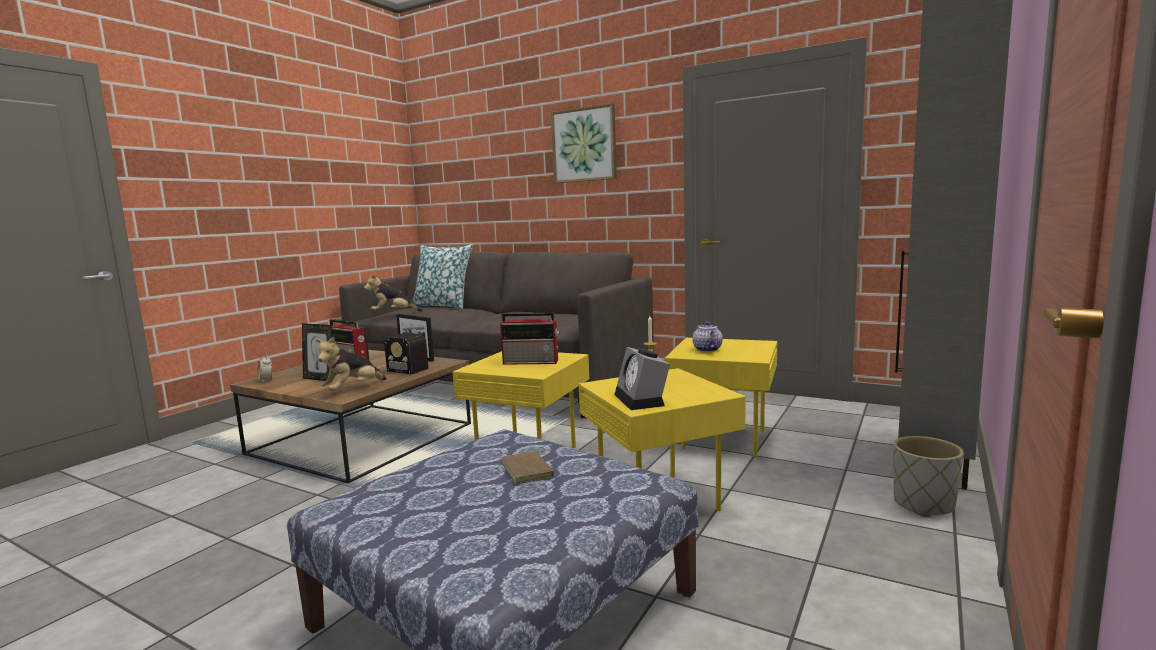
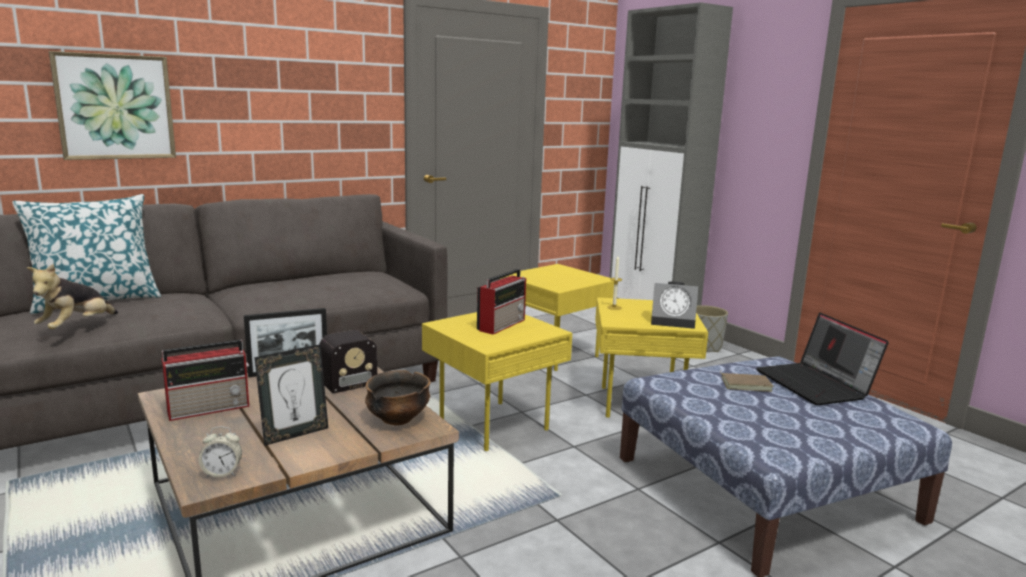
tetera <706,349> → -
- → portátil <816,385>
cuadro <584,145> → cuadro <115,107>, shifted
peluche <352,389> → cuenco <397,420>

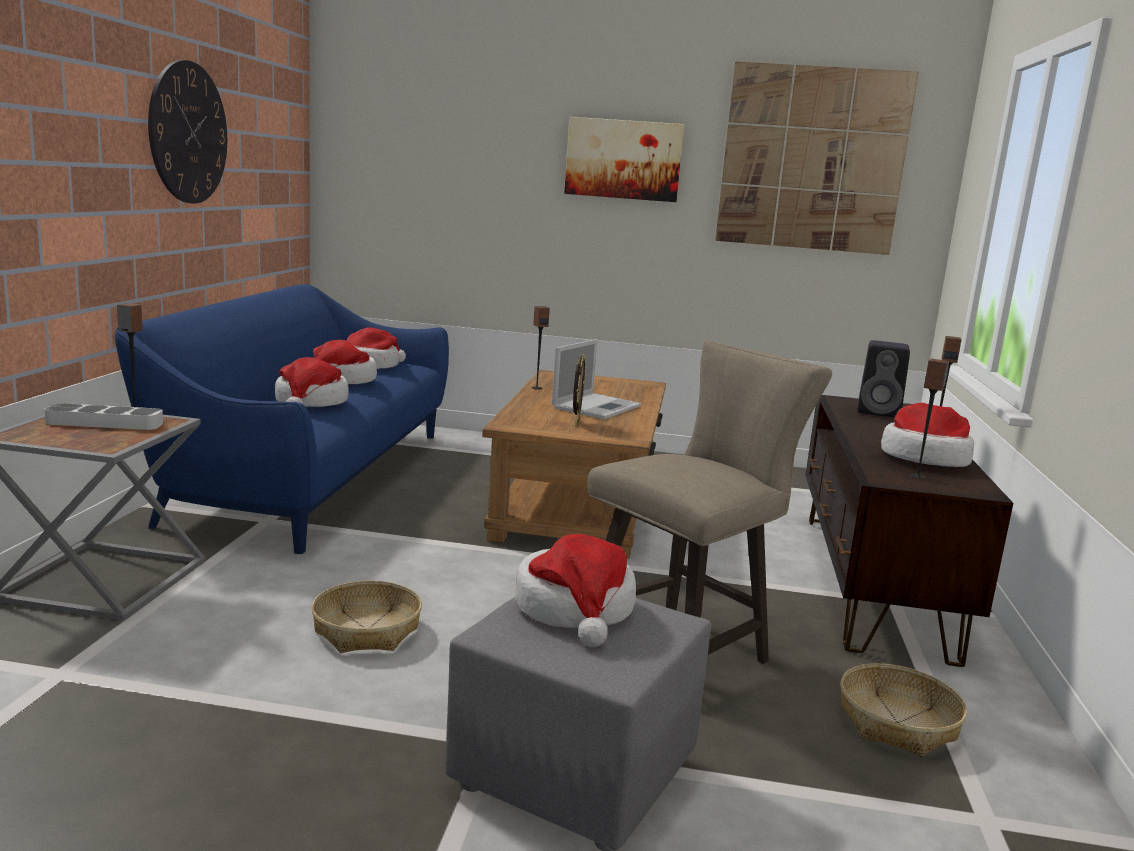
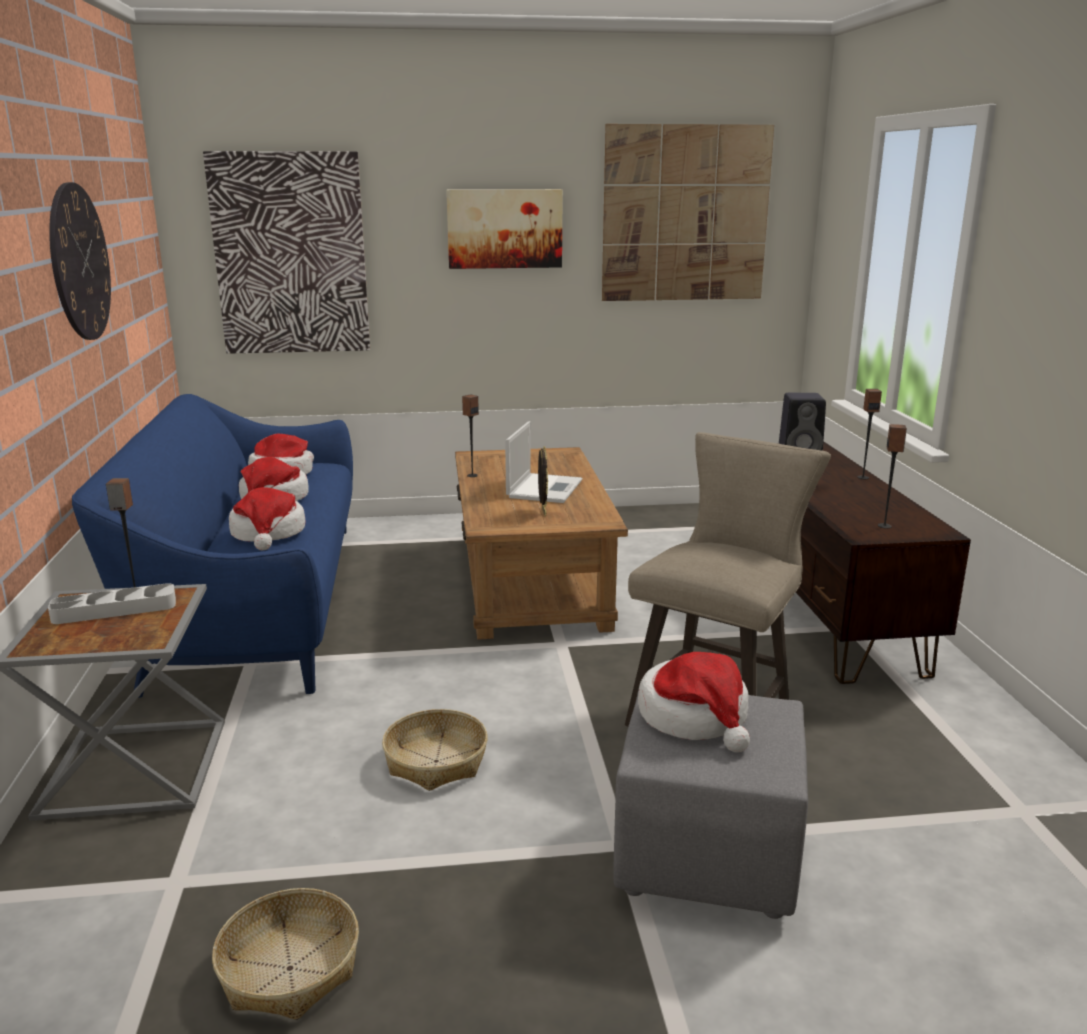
sombrero <924,458> → -
- → cuadro <291,254>
cesta <896,723> → cesta <289,968>, shifted

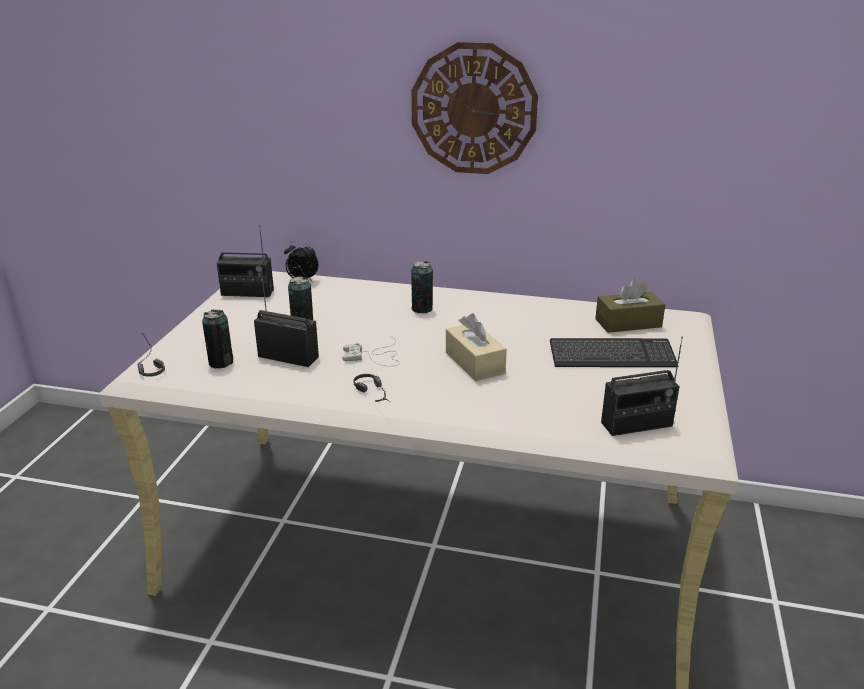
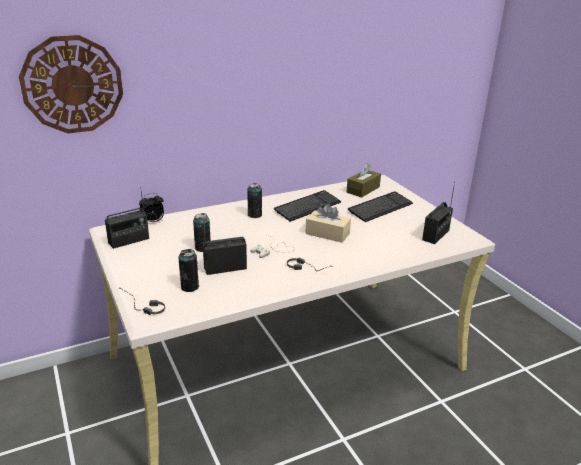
- → teclado <307,207>
reloj de pared <473,109> → reloj de pared <72,85>, shifted

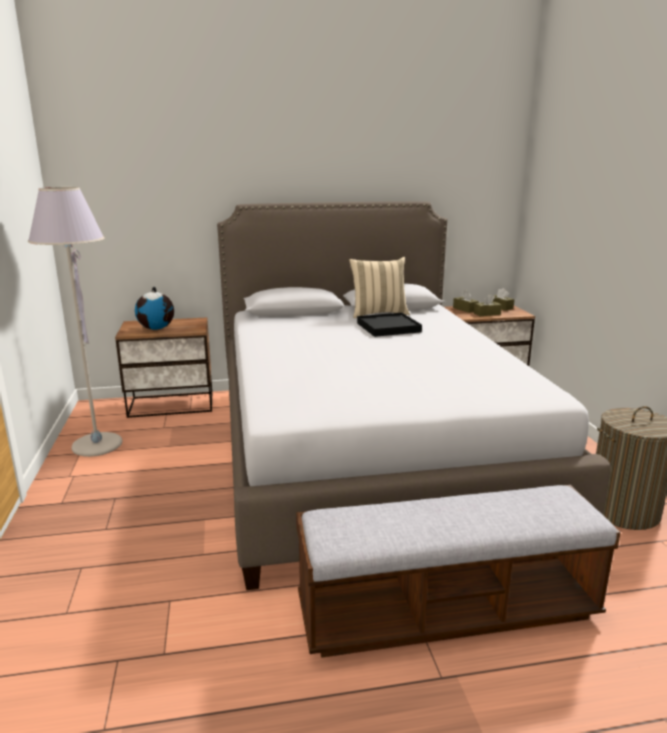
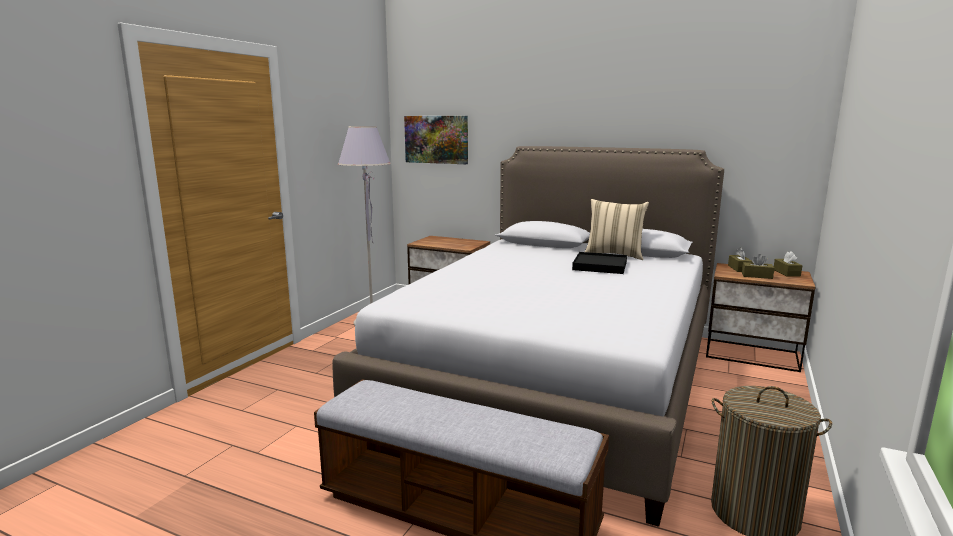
globo terráqueo <157,328> → -
- → cuadro <436,139>

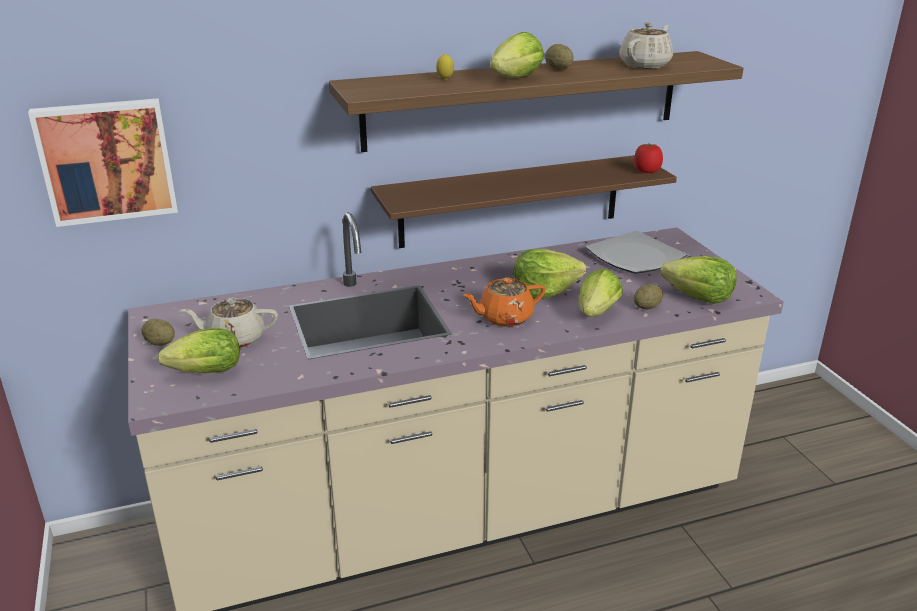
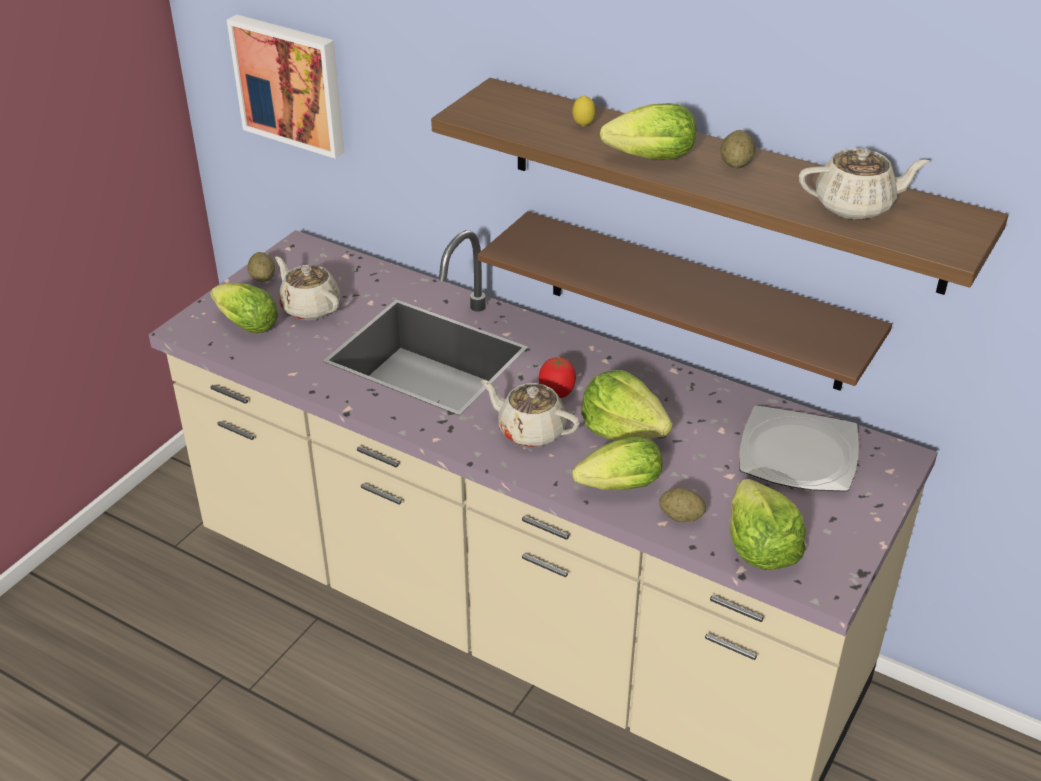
tomate <647,171> → tomate <557,392>, shifted
tetera (naranja) <504,317> → tetera (beis) <530,431>

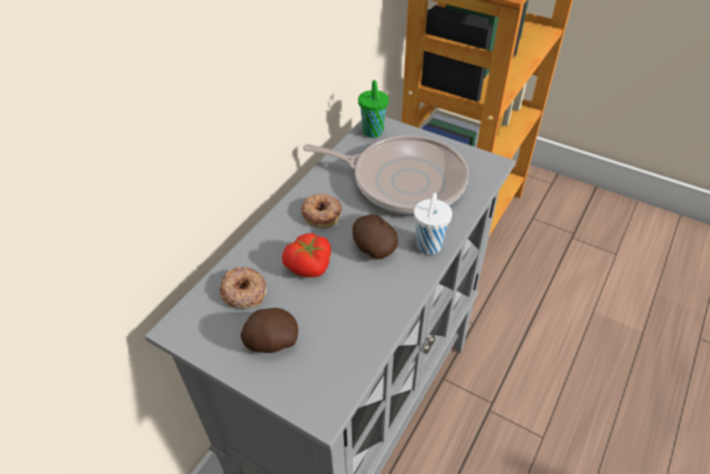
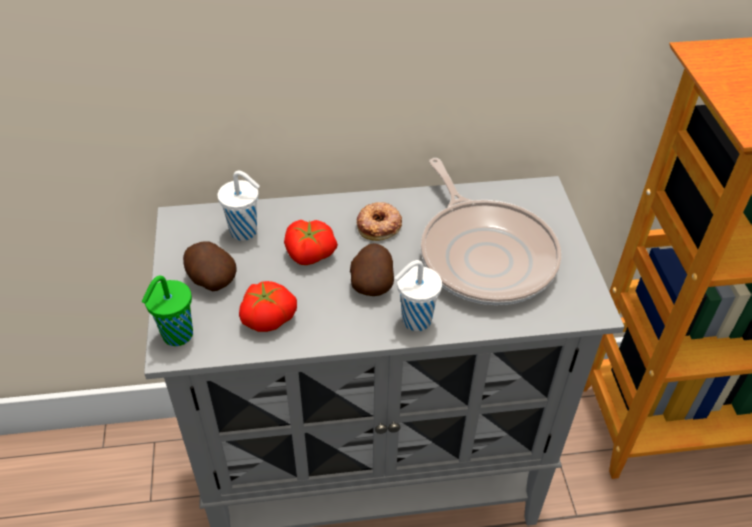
- → tomate <267,317>
taza (verde) <373,133> → taza (verde) <176,336>, shifted
rosquilla <243,292> → taza (blanco) <245,232>

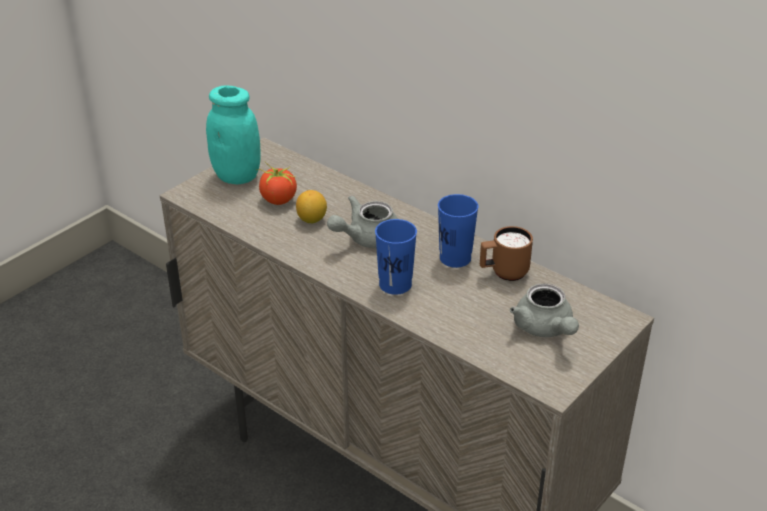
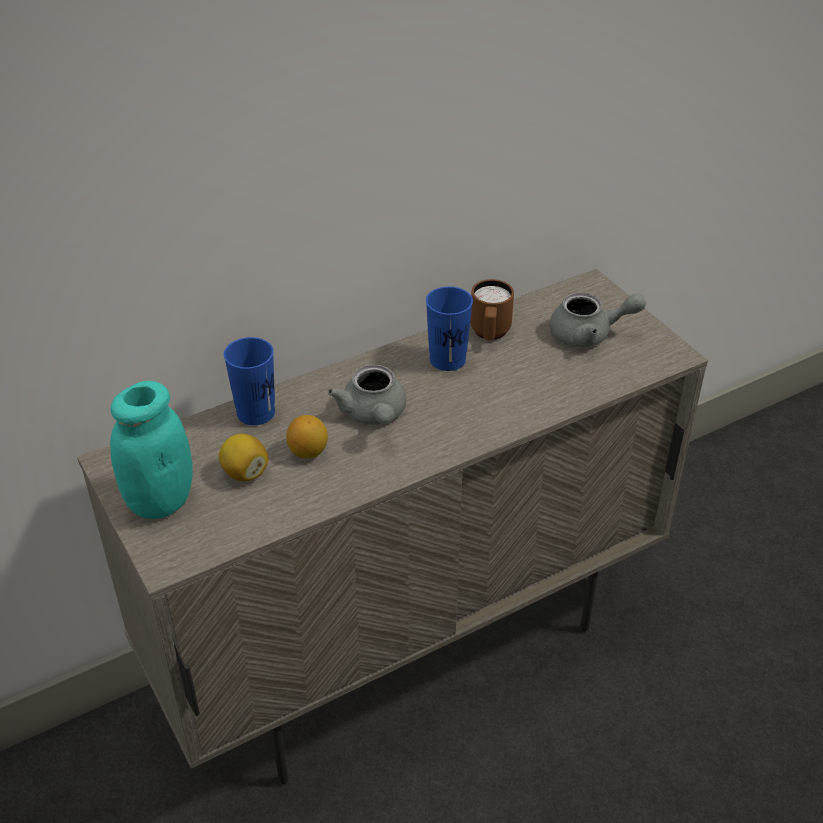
taza (azul) <395,284> → taza (azul) <256,413>, shifted
tomate <278,200> → limón <245,472>

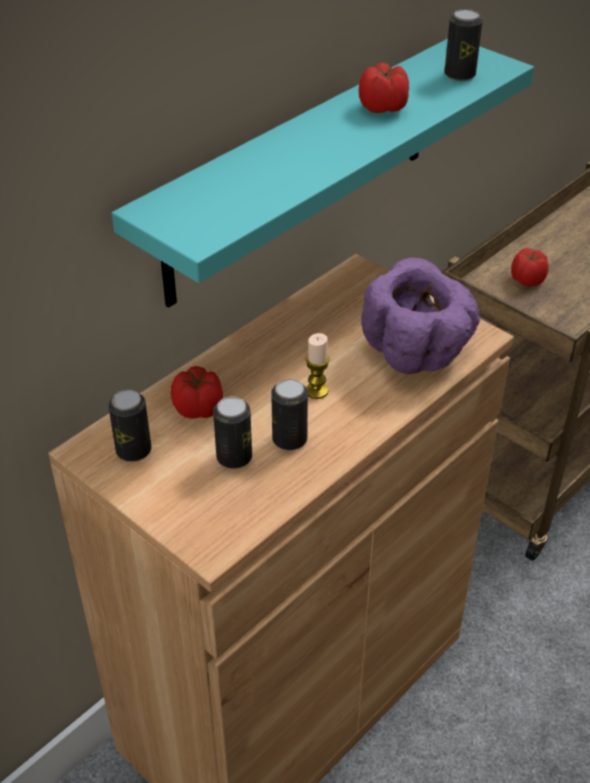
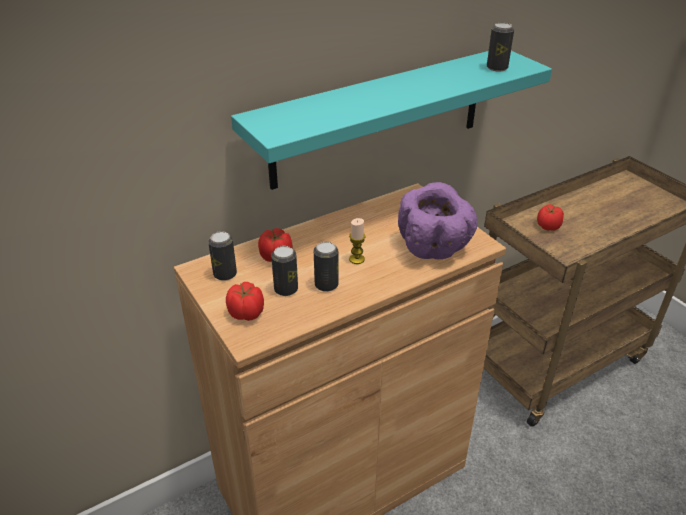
tomate <384,108> → tomate <247,314>, shifted

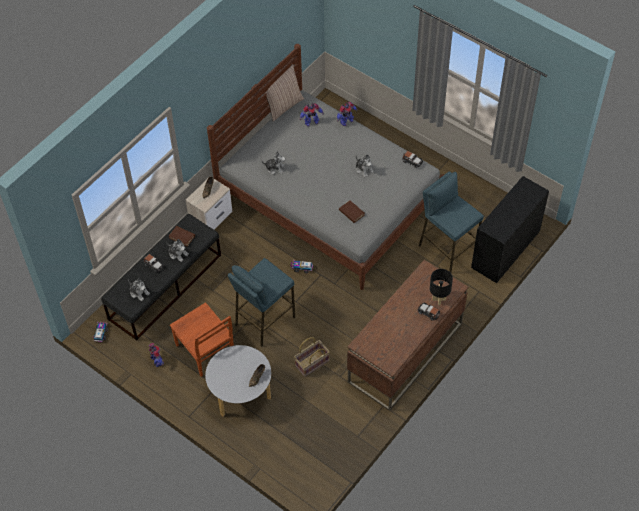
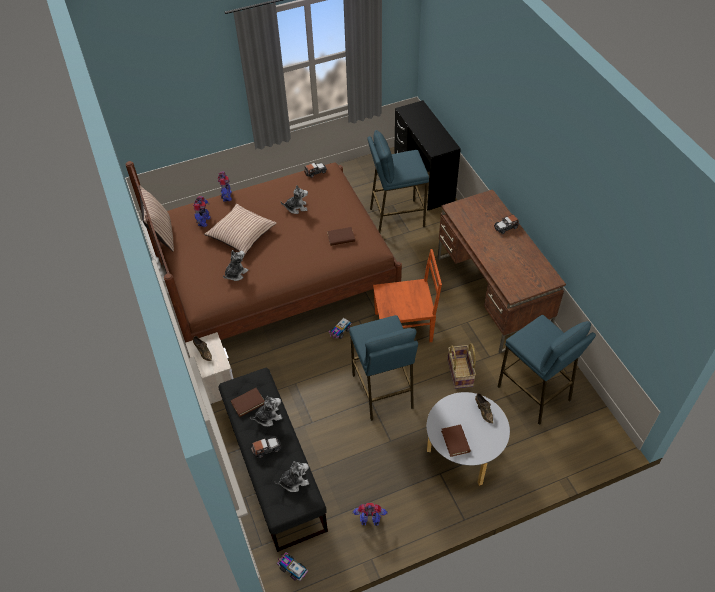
lámpara de mesa (negro) <438,299> → -
- → cojín <241,234>
- → libro (marrón) <455,441>
- → taburete (azul) <534,393>
silla (marrón) <205,351> → silla (marrón) <405,327>, shifted
cama (gris) <329,199> → cama (marrón) <275,274>

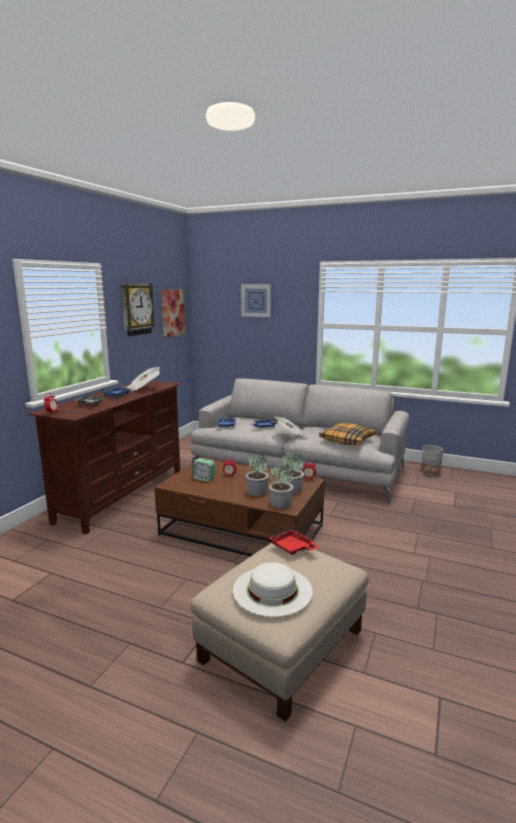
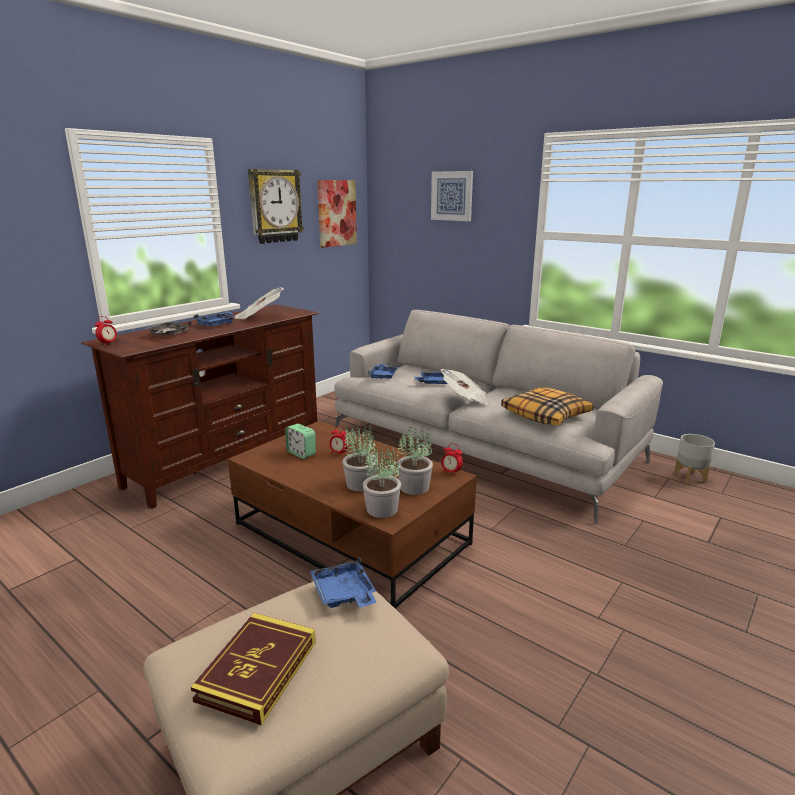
sombrero (blanco) <272,590> → libro <258,670>
bandeja (rojo) <293,548> → bandeja (azul) <344,594>

